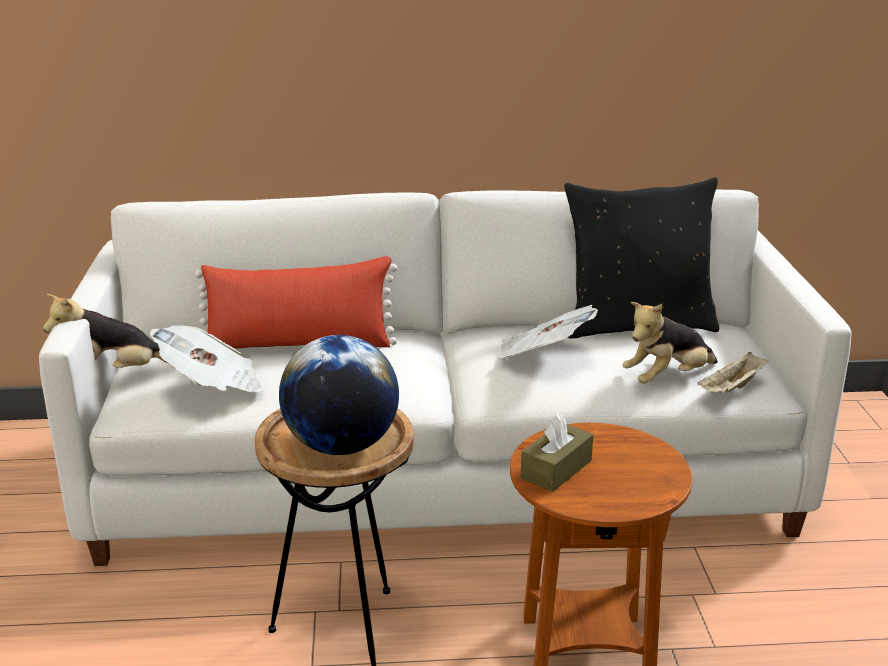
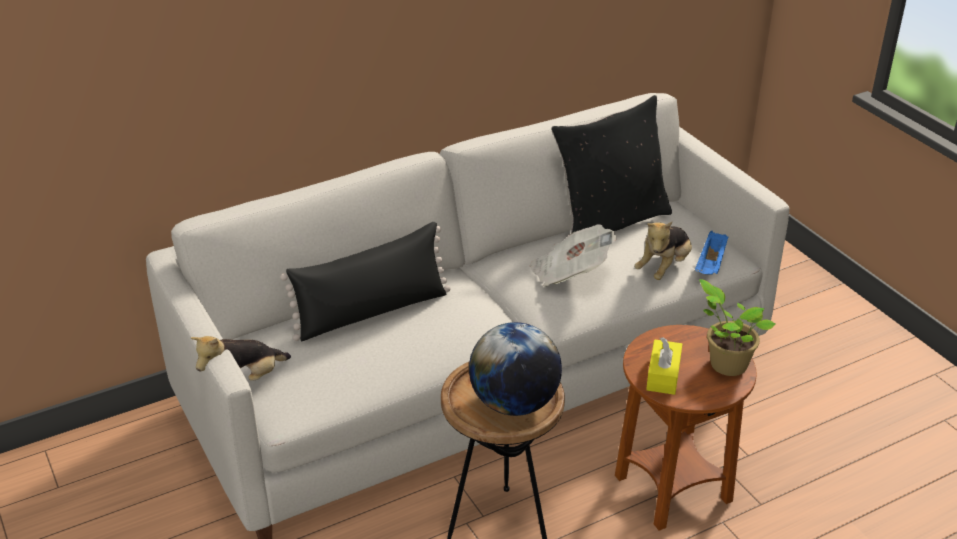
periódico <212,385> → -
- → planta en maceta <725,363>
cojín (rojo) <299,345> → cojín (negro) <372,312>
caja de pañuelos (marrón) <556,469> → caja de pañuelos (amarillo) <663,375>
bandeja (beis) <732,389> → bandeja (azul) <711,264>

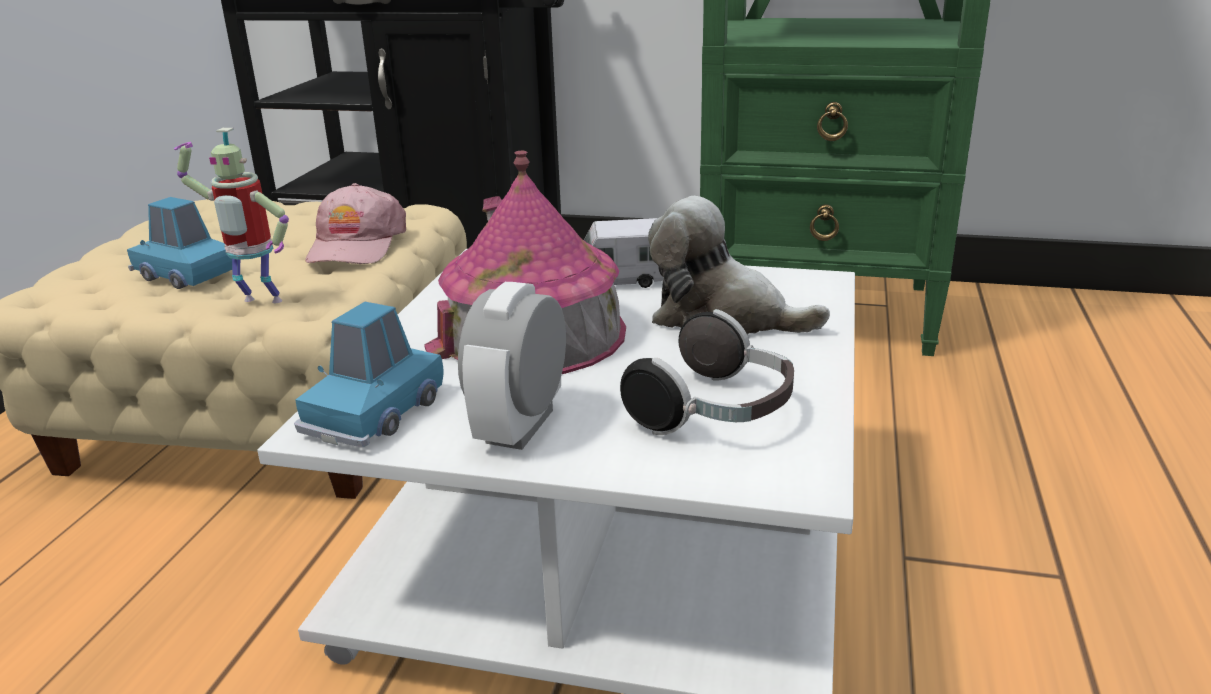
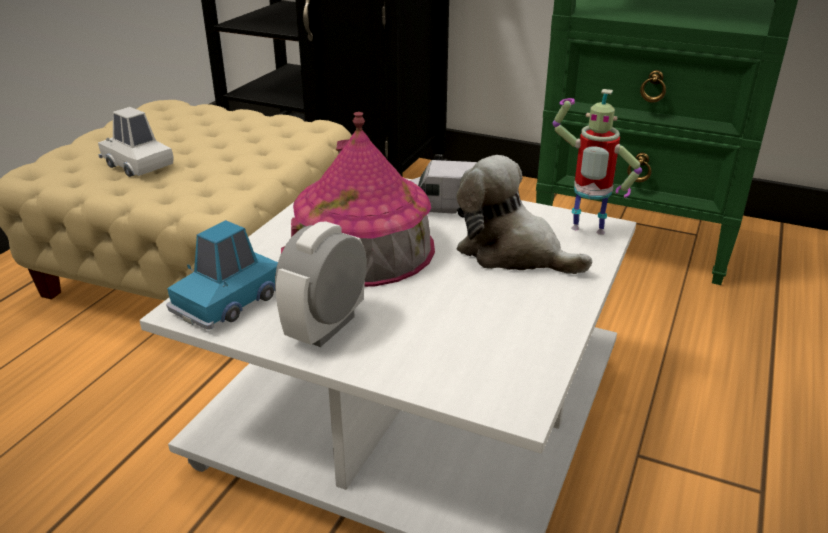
gorra (rosa) <356,245> → -
auriculares <716,412> → -
robot de juguete <258,303> → robot de juguete <585,232>, shifted
coche de juguete (azul) <186,274> → coche de juguete (blanco) <138,164>

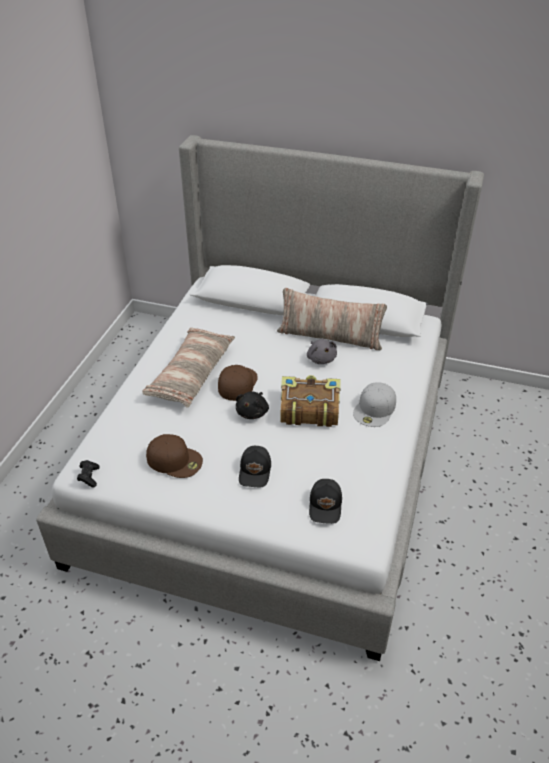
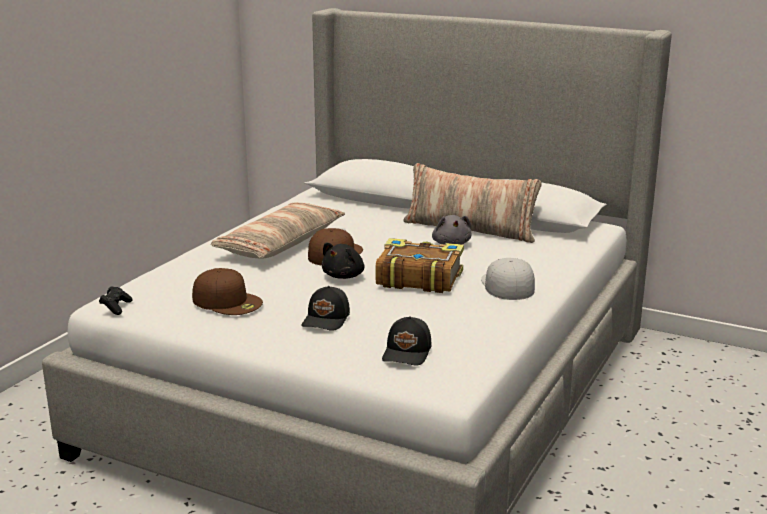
gorra (blanco) <375,409> → gorra (blanco) <506,285>, 135 degrees clockwise

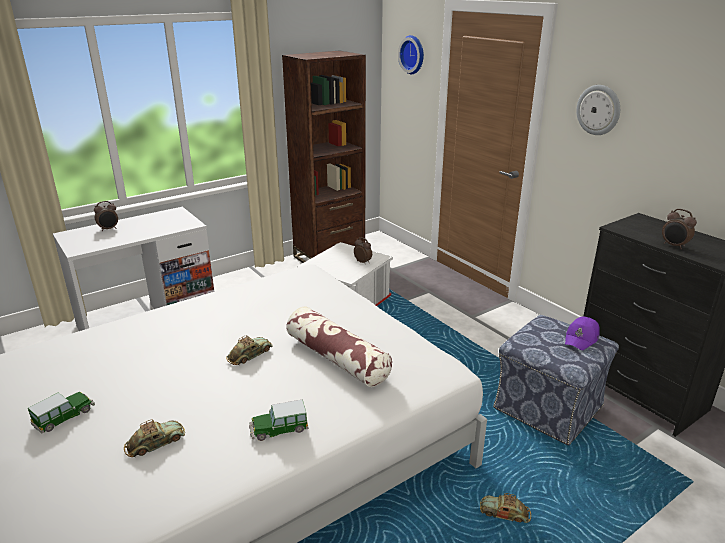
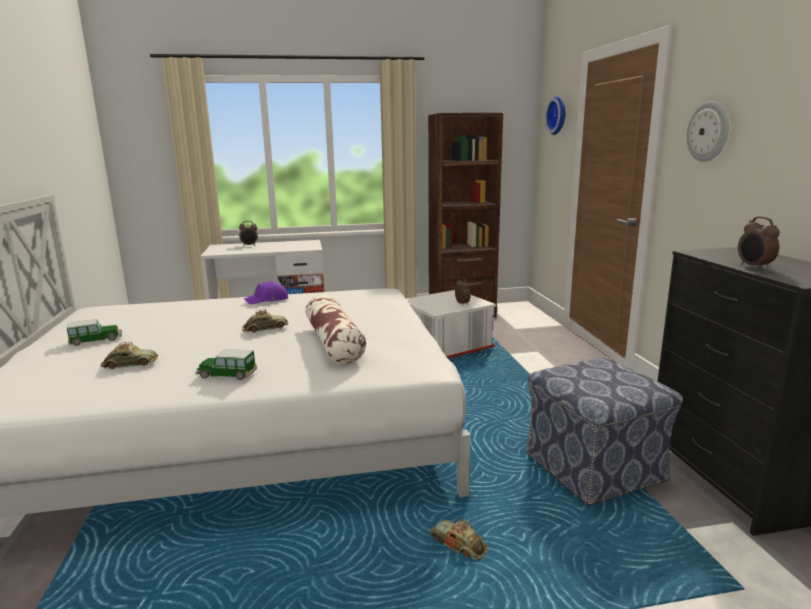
gorra (morado) <582,338> → gorra (morado) <267,300>, shifted

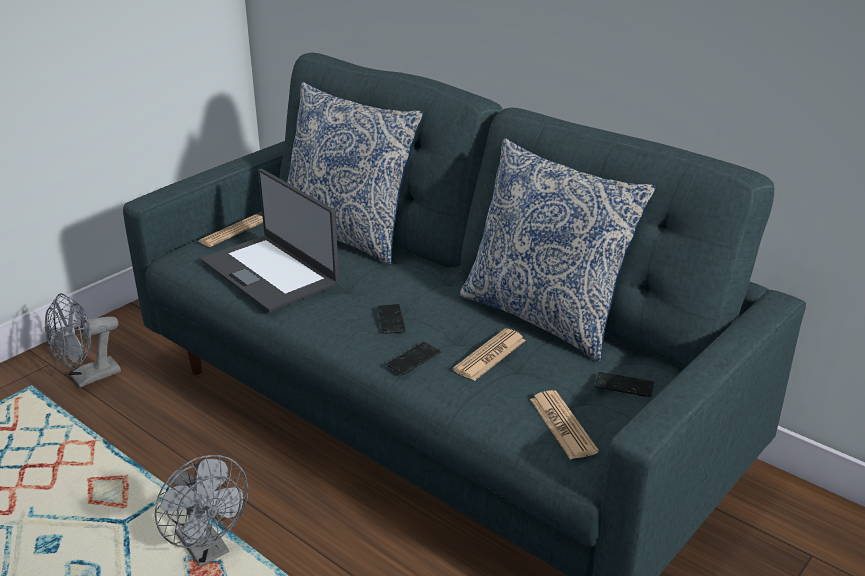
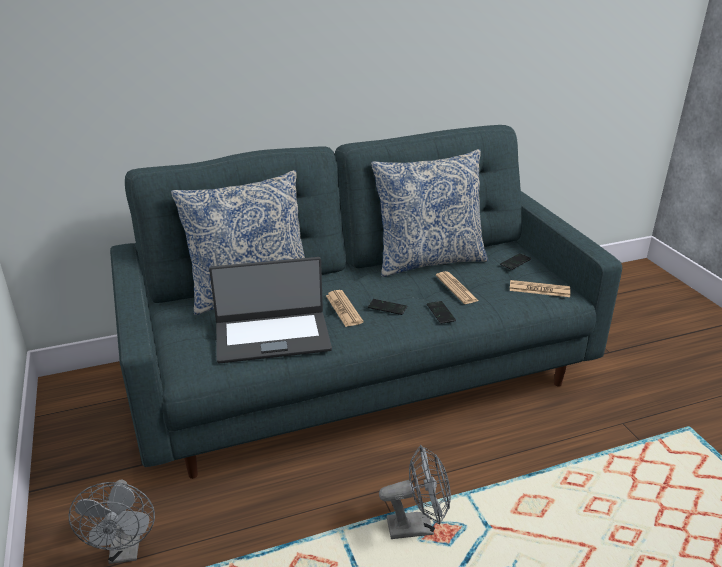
periódico <232,232> → periódico <344,309>, shifted

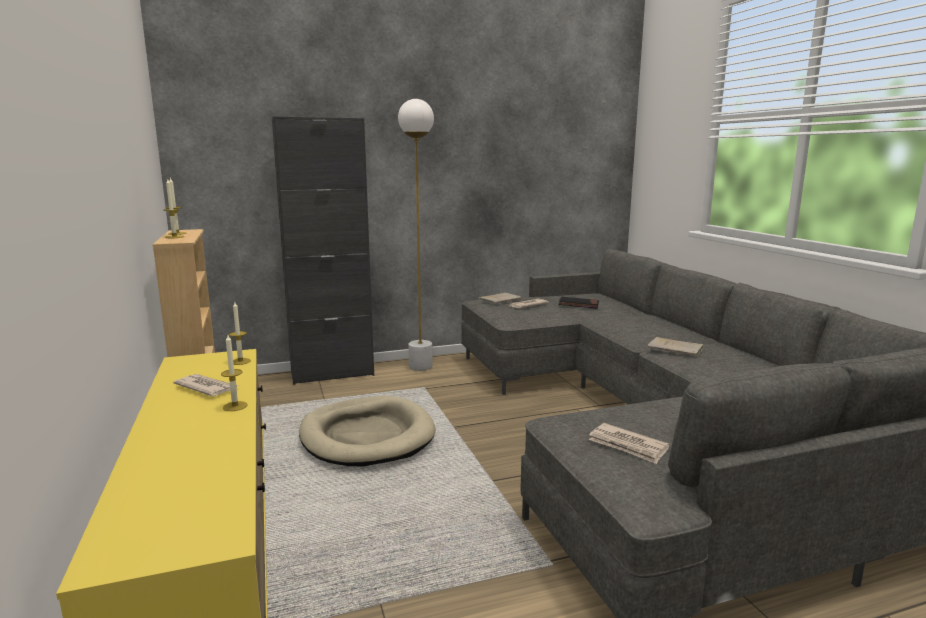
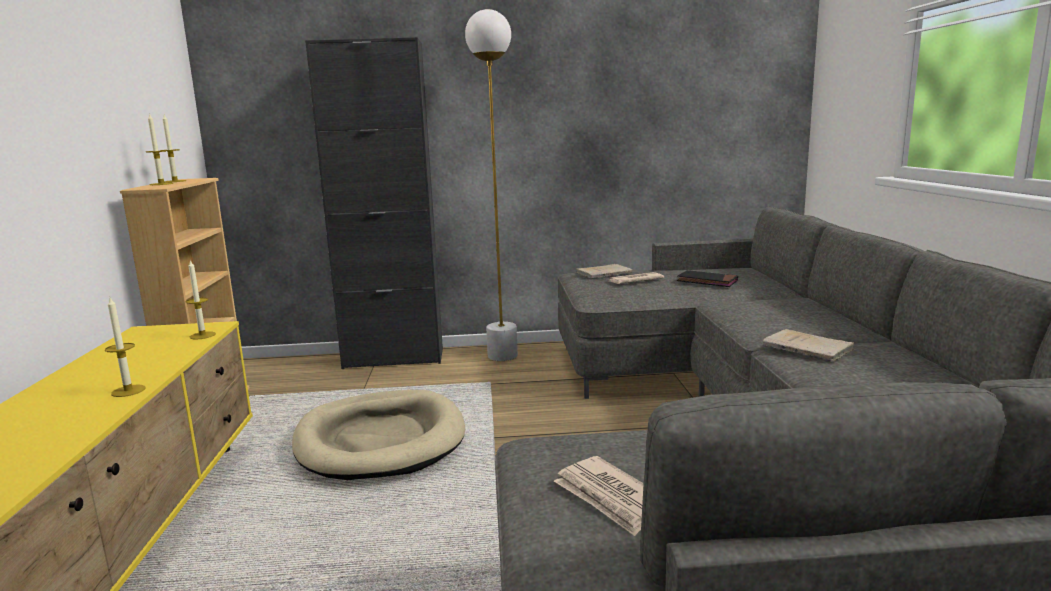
periódico <206,387> → -

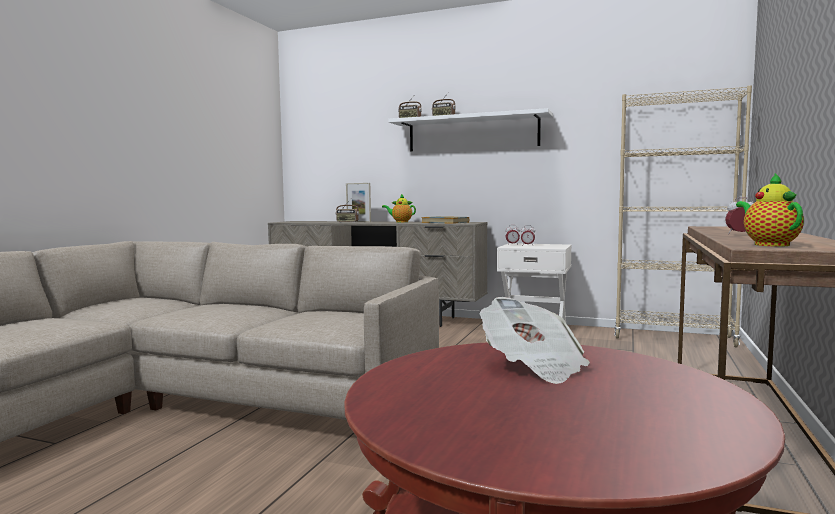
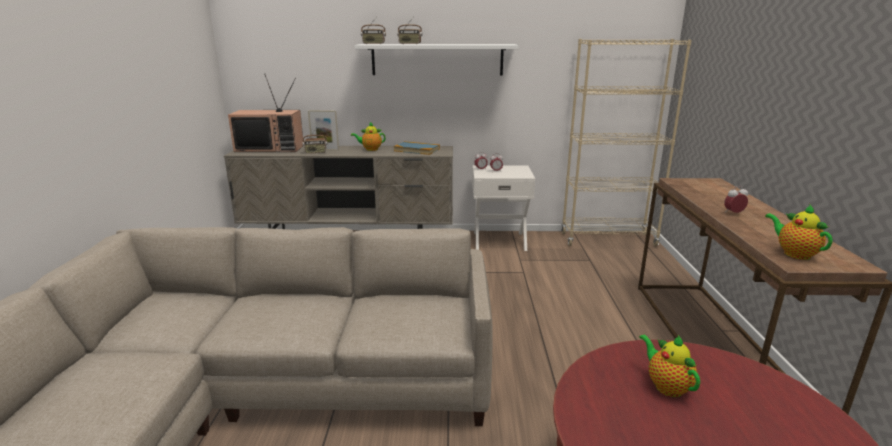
- → televisor <271,148>
periódico <533,366> → tetera <666,386>

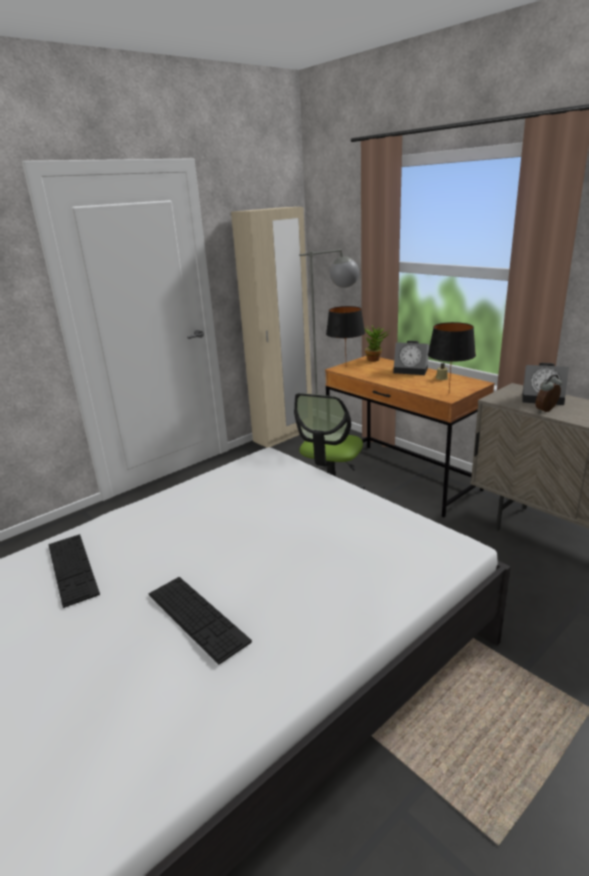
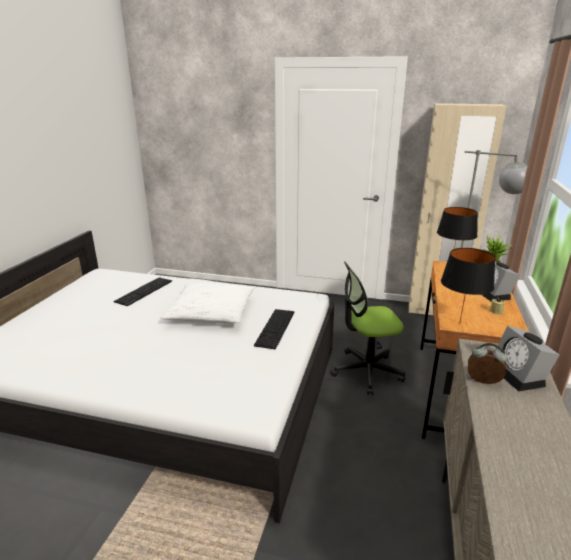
- → cojín (blanco) <211,313>
teclado <197,617> → teclado <275,328>, shifted

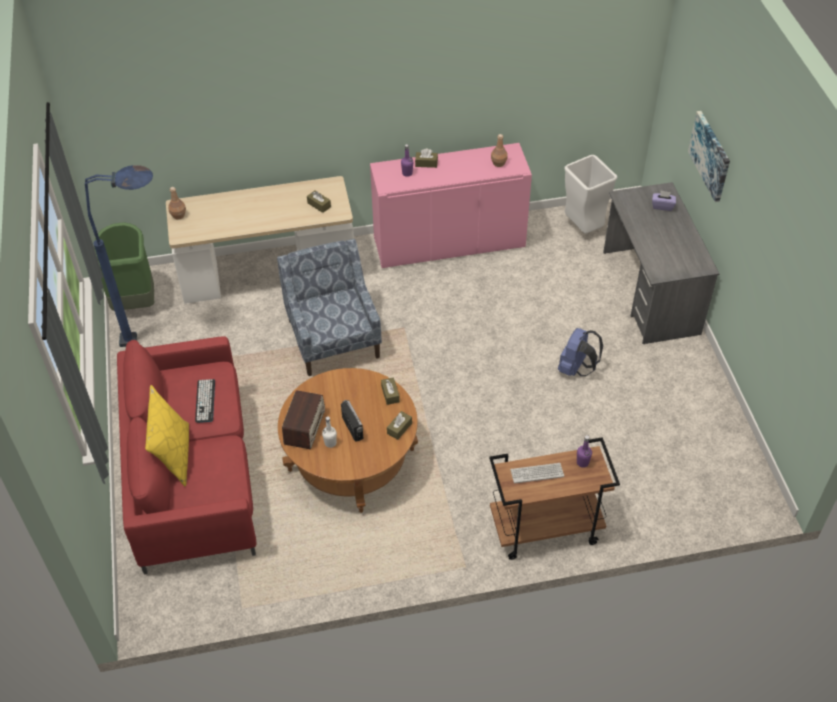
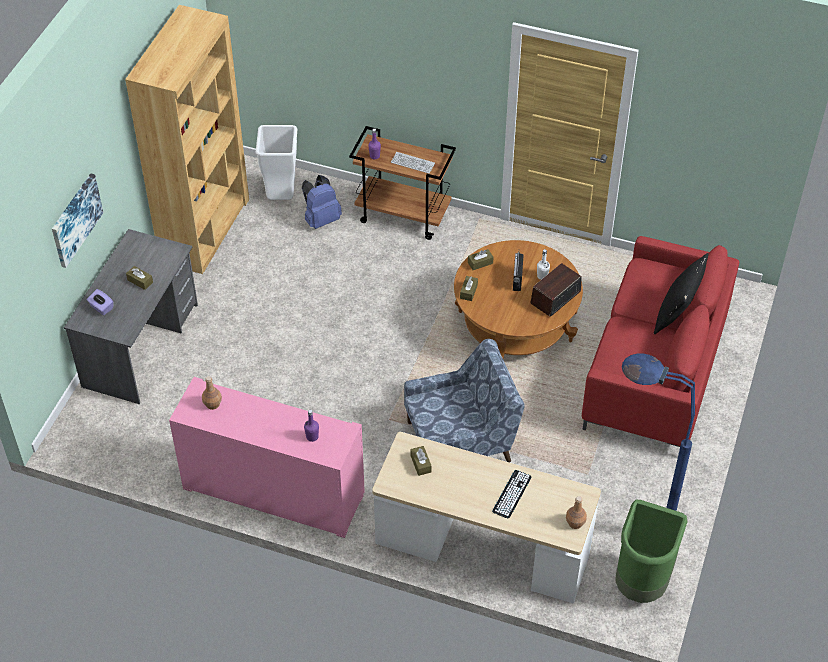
- → estantería (marrón) <205,230>
teclado <205,401> → teclado <512,494>, shifted
caja de pañuelos (marrón) <426,163> → caja de pañuelos (marrón) <140,281>, shifted
mochila (azul) <576,368> → mochila (azul) <321,219>, shifted
papelera (blanco) <582,228> → papelera (blanco) <281,196>, shifted
cojín (amarillo) <174,455> → cojín (negro) <676,314>
sillón (azul) <333,337> → sillón (azul) <461,441>, 120 degrees counterclockwise

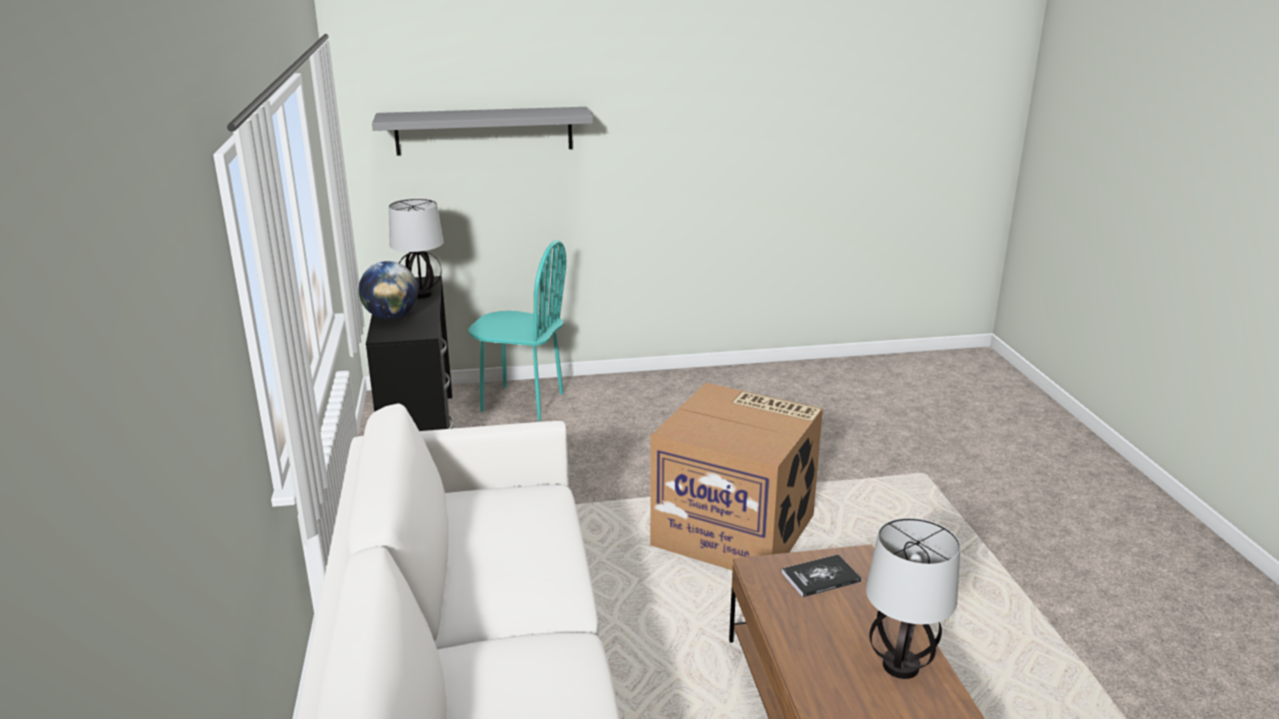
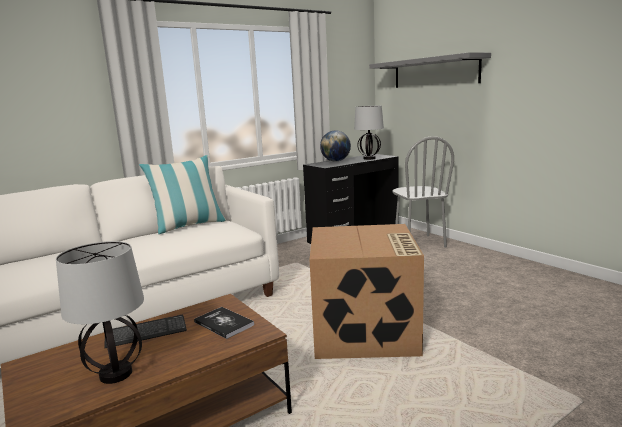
- → teclado <146,333>
- → cojín <189,226>
silla (turquesa) <522,402> → silla (gris) <419,243>

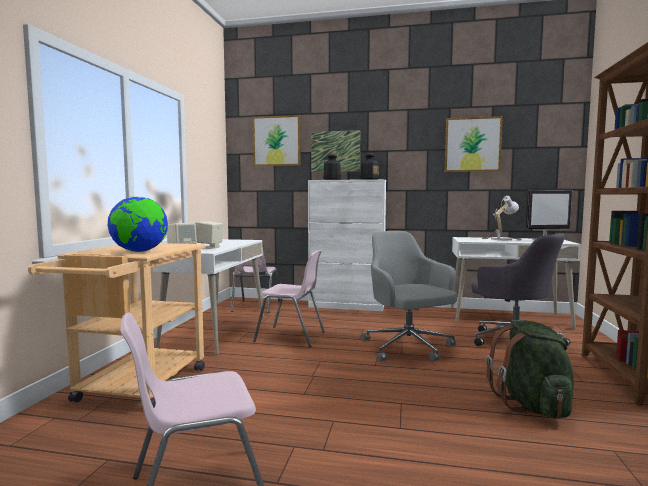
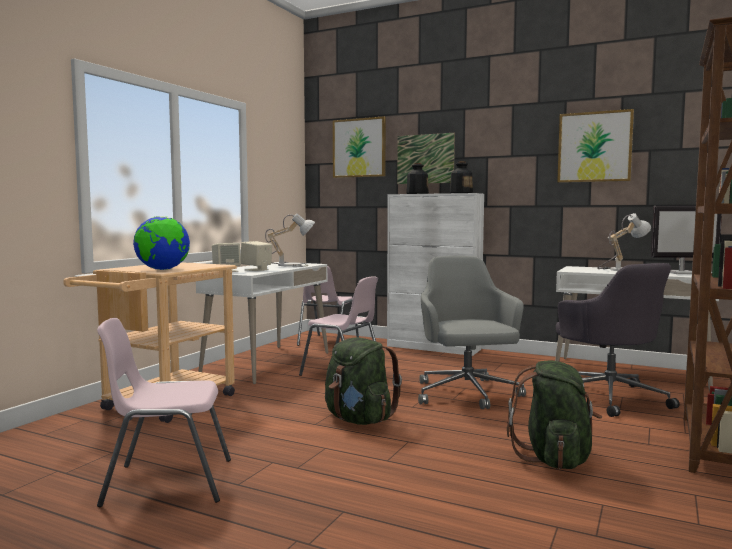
- → lámpara de mesa <291,265>
- → mochila (verde) <359,420>

